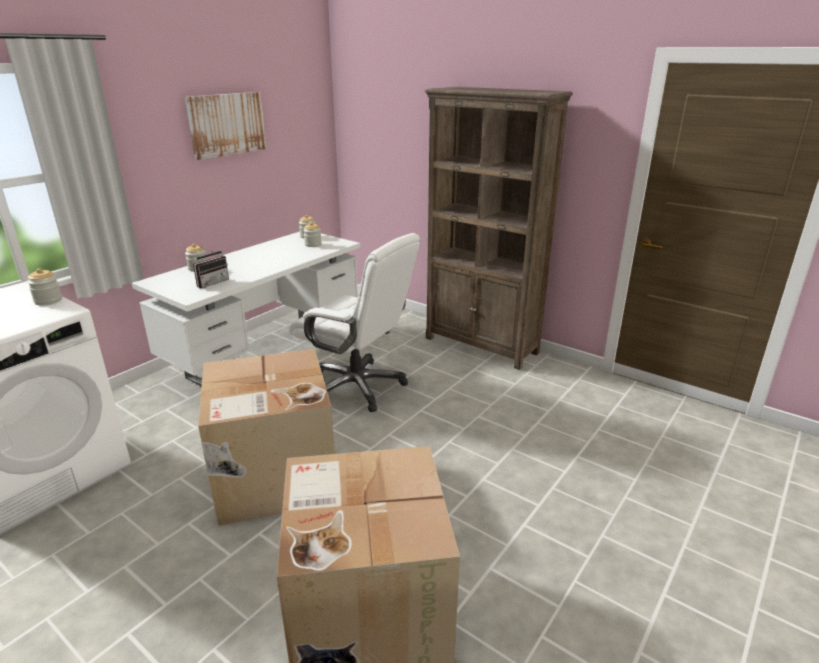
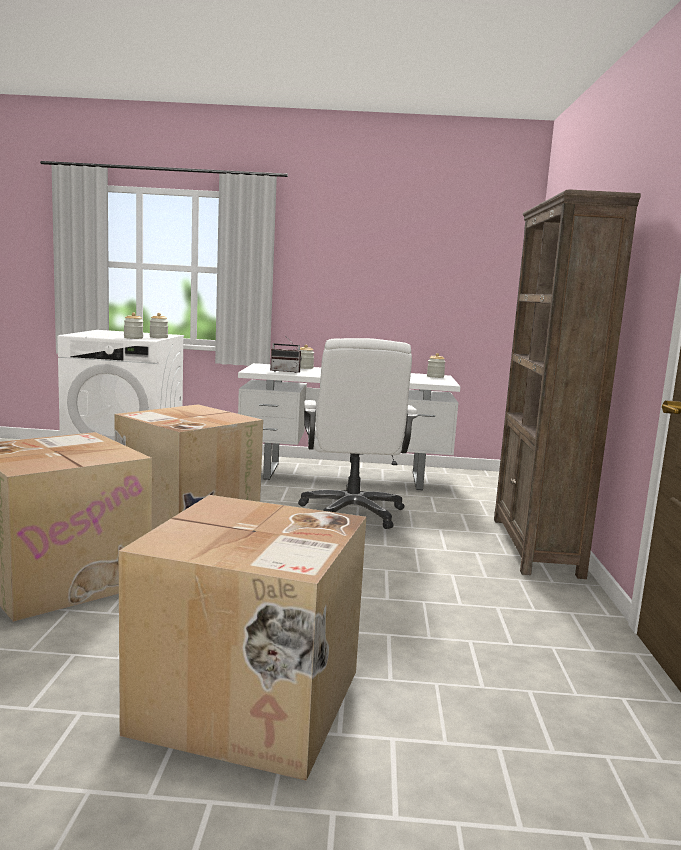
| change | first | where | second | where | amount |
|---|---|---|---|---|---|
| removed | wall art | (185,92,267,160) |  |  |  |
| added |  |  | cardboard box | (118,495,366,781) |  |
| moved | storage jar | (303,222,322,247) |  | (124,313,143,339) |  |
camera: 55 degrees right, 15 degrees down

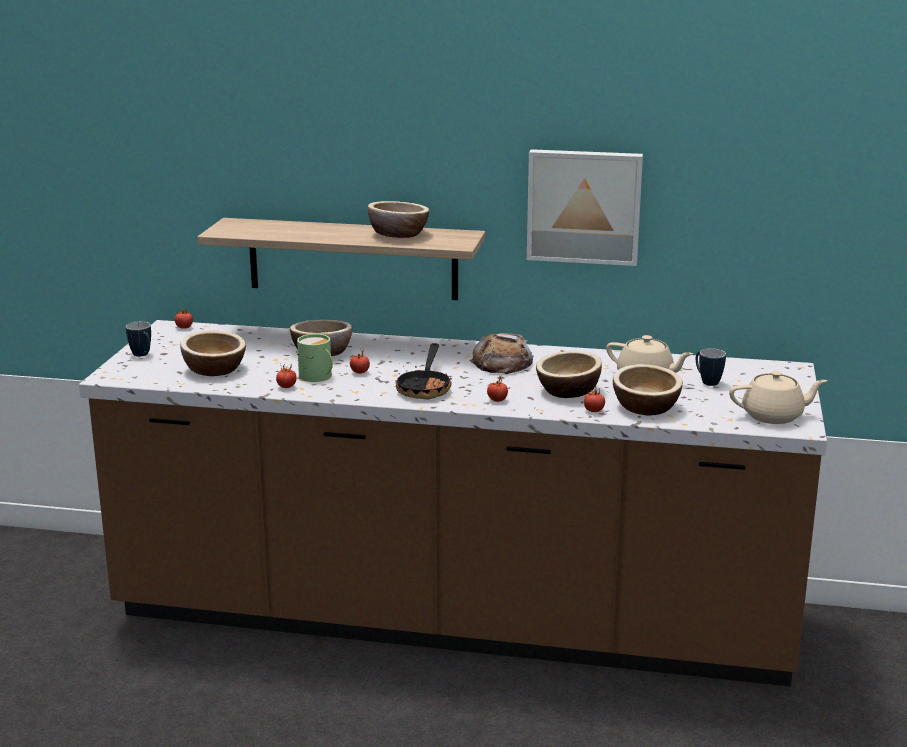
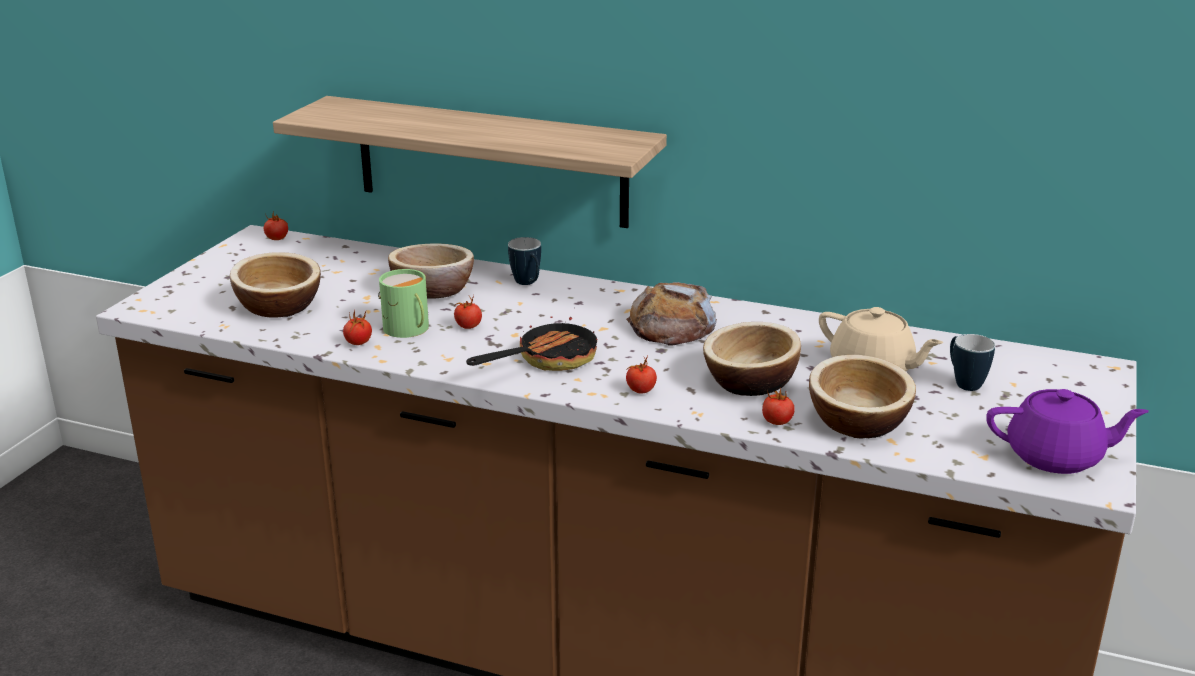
| change | first | where | second | where | amount |
|---|---|---|---|---|---|
| removed | deep dish | (368,201,429,238) |  |  |  |
| removed | wall art | (527,149,643,266) |  |  |  |
| moved | mug | (126,321,151,357) |  | (508,237,541,285) |  |
| recoloured | beige tea pot | (729,371,827,424) | purple-coloured tea pot | (986,389,1149,474) |  |
| turned | frying pan | (395,343,452,399) |  | (466,308,598,371) | 150 degrees counterclockwise |
camera: 10 degrees right, 5 degrees up

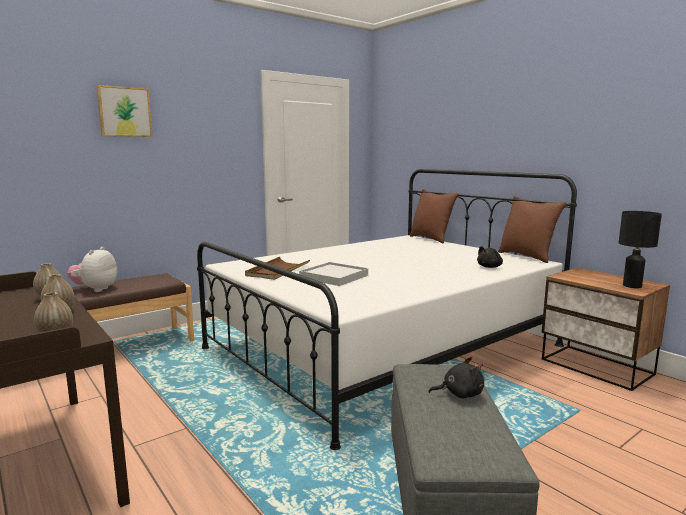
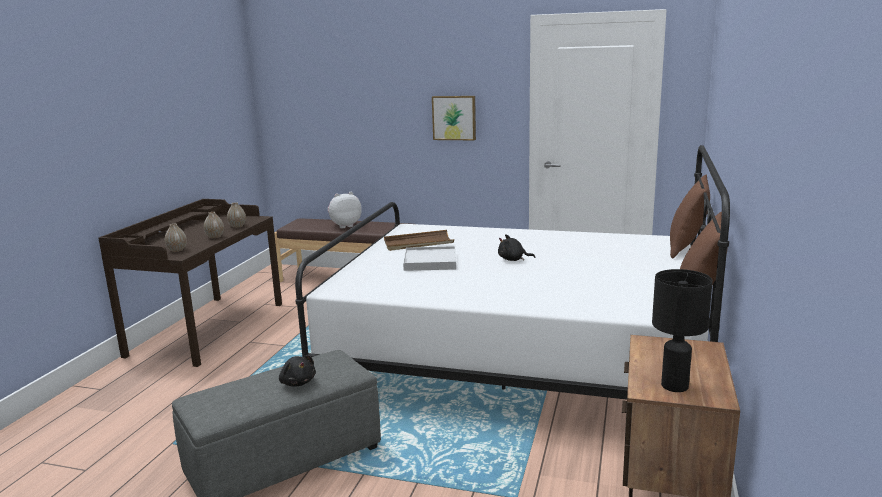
| change | first | where | second | where | amount |
|---|---|---|---|---|---|
| moved | wall art | (97,85,153,137) |  | (432,96,476,140) |  |
| moved | blackish soft toy | (477,246,503,268) |  | (498,234,536,261) |  |
camera: 55 degrees right, 5 degrees up

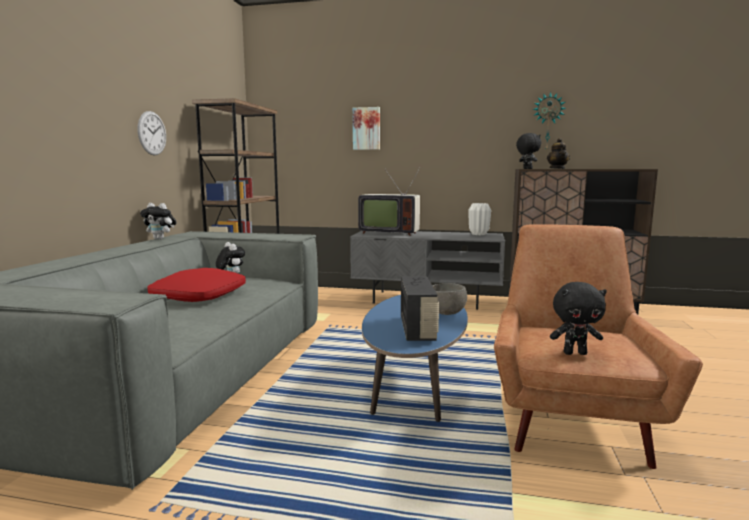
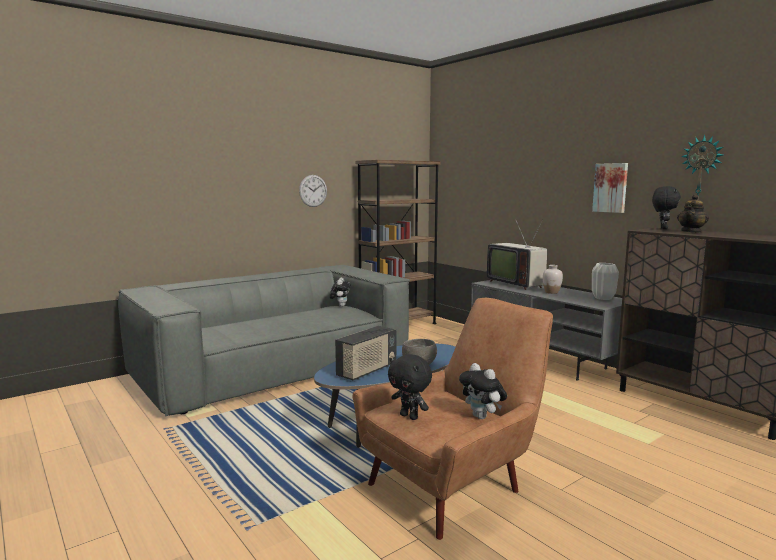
| change | first | where | second | where | amount |
|---|---|---|---|---|---|
| removed | red-coloured cushion | (147,268,246,302) |  |  |  |
| added |  |  | white decorative vase | (543,265,563,294) |  |
| moved | soft toy | (140,203,176,239) |  | (459,363,507,419) |  |
| moved | wall art | (353,107,380,150) |  | (592,163,628,213) |  |
camera: 40 degrees right, 0 degrees up

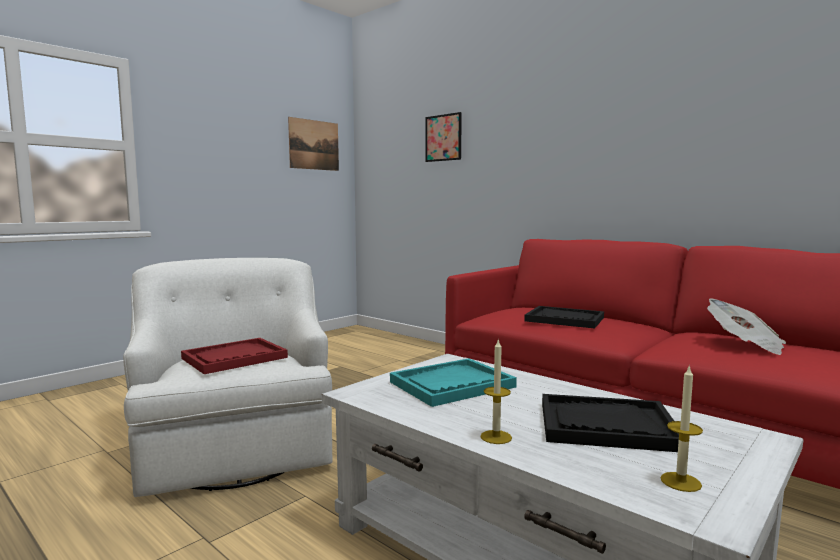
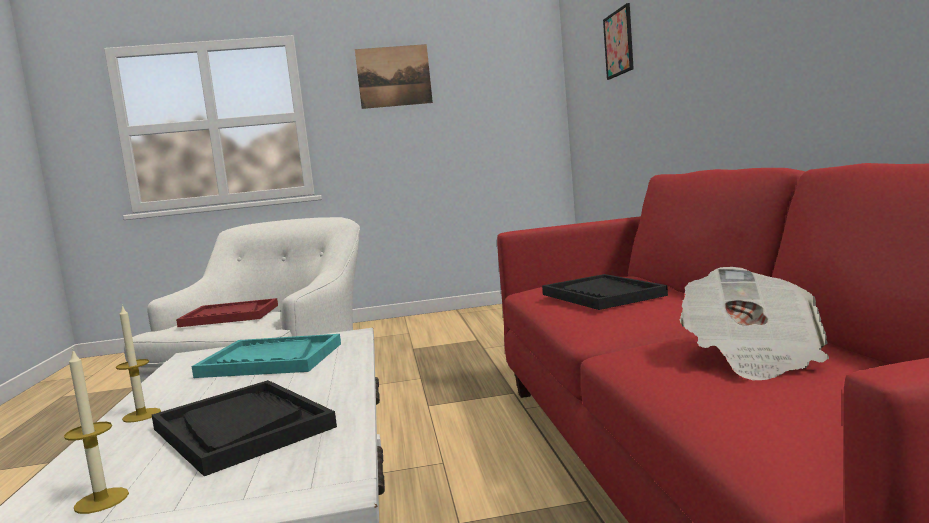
| change | first | where | second | where | amount |
|---|---|---|---|---|---|
| moved | wall art | (288,117,339,171) |  | (355,44,433,109) |  |
camera: 40 degrees right, 0 degrees up

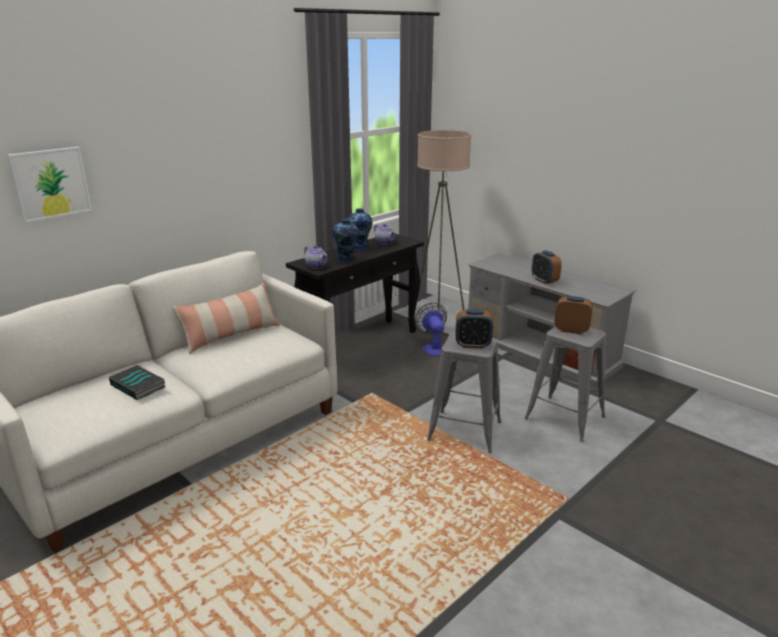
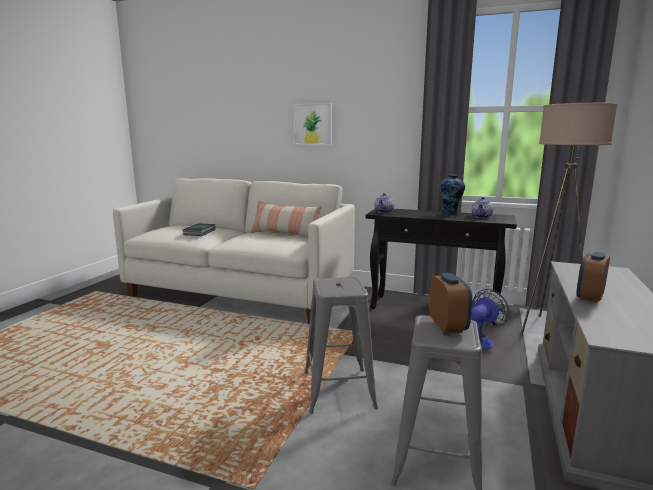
| change | first | where | second | where | amount |
|---|---|---|---|---|---|
| removed | decorative vase | (332,219,359,263) |  |  |  |
| removed | table clock | (456,309,493,349) |  |  |  |
| moved | wall art | (7,147,92,223) |  | (294,103,332,145) |  |
camera: 65 degrees right, 10 degrees down

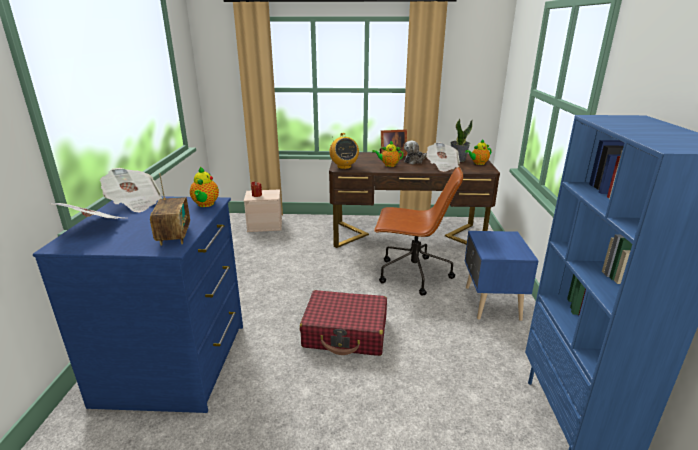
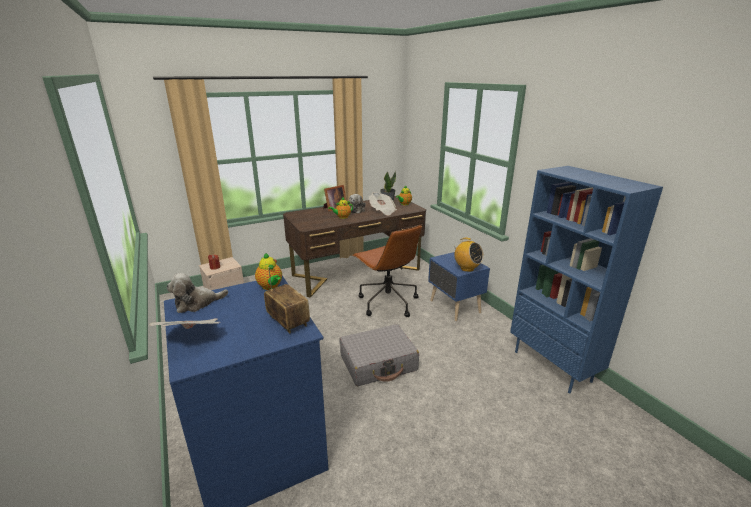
| change | first | where | second | where | amount |
|---|---|---|---|---|---|
| moved | radio | (330,133,359,169) |  | (454,238,484,272) |  |
| replaced | printed paper | (100,168,162,212) | soft toy | (167,273,228,313) |  |
| recoloured | red-coloured travel case | (300,290,387,356) | grey travel case | (339,324,419,386) |  |
| turned | brown computer chair | (374,167,463,296) |  | (352,225,422,317) | 75 degrees clockwise |
camera: 30 degrees left, 0 degrees up

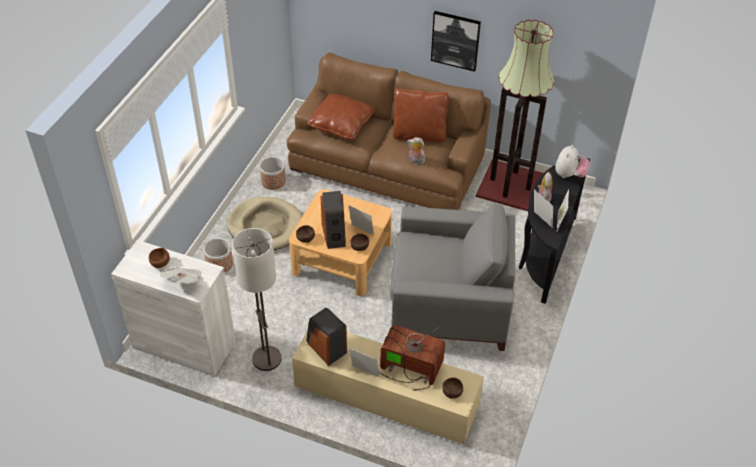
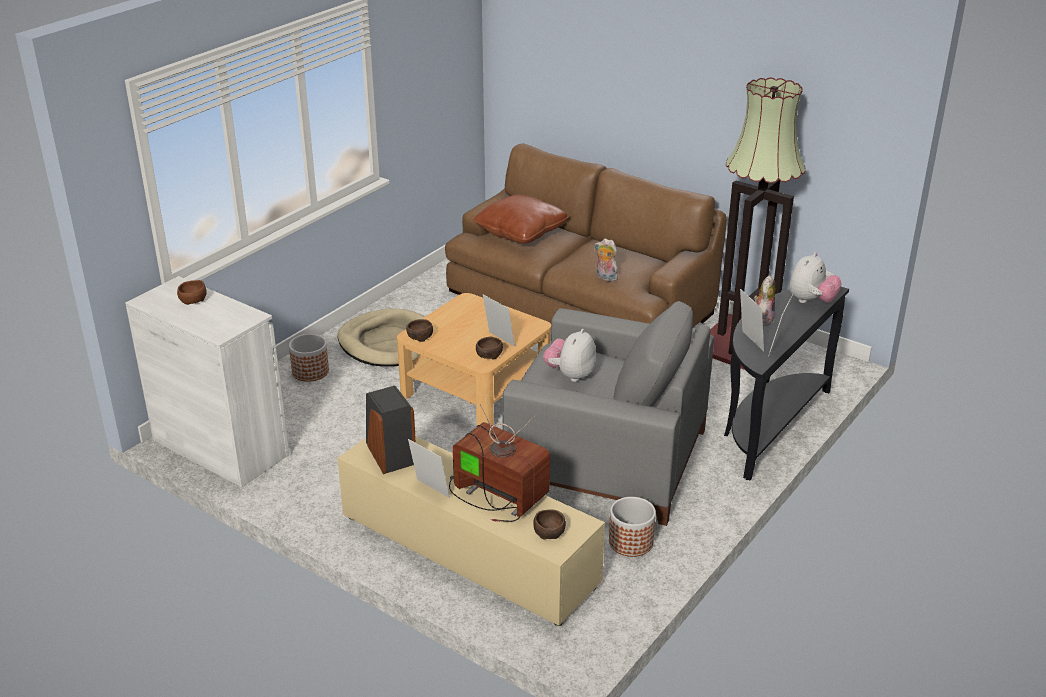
| change | first | where | second | where | amount |
|---|---|---|---|---|---|
| removed | printed paper | (160,267,201,284) |  |  |  |
| removed | standard lamp | (232,228,282,371) |  |  |  |
| removed | loudspeaker | (320,191,346,249) |  |  |  |
| removed | brown cushion | (393,89,449,142) |  |  |  |
| removed | wall art | (431,11,481,72) |  |  |  |
| added |  |  | soft toy | (543,329,596,382) |  |
| moved | plant pot | (260,157,286,190) |  | (609,497,656,557) |  |
camera: 15 degrees right, 15 degrees down

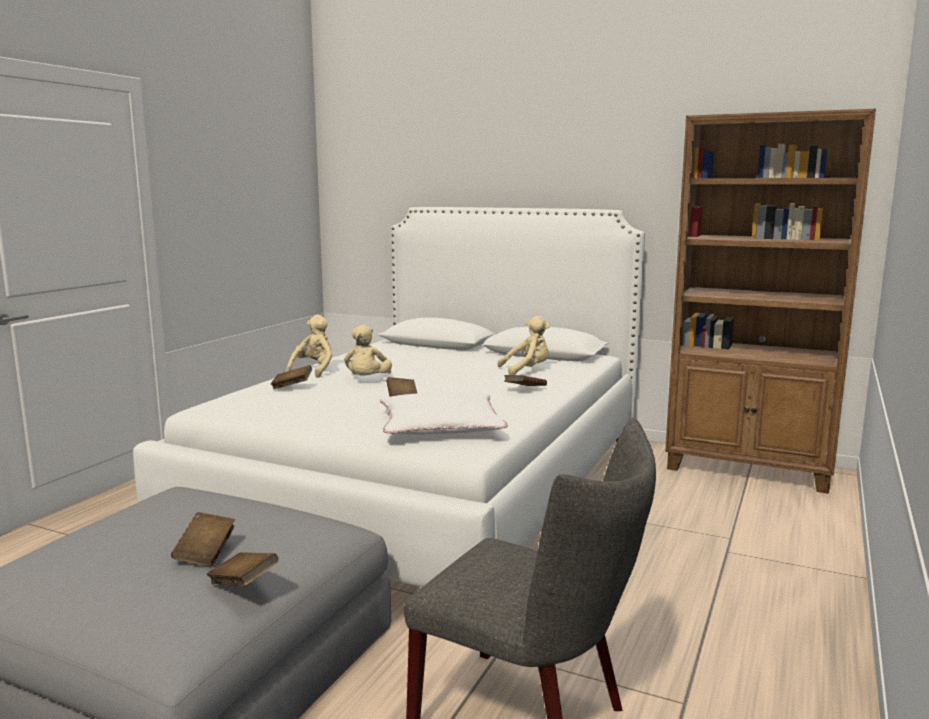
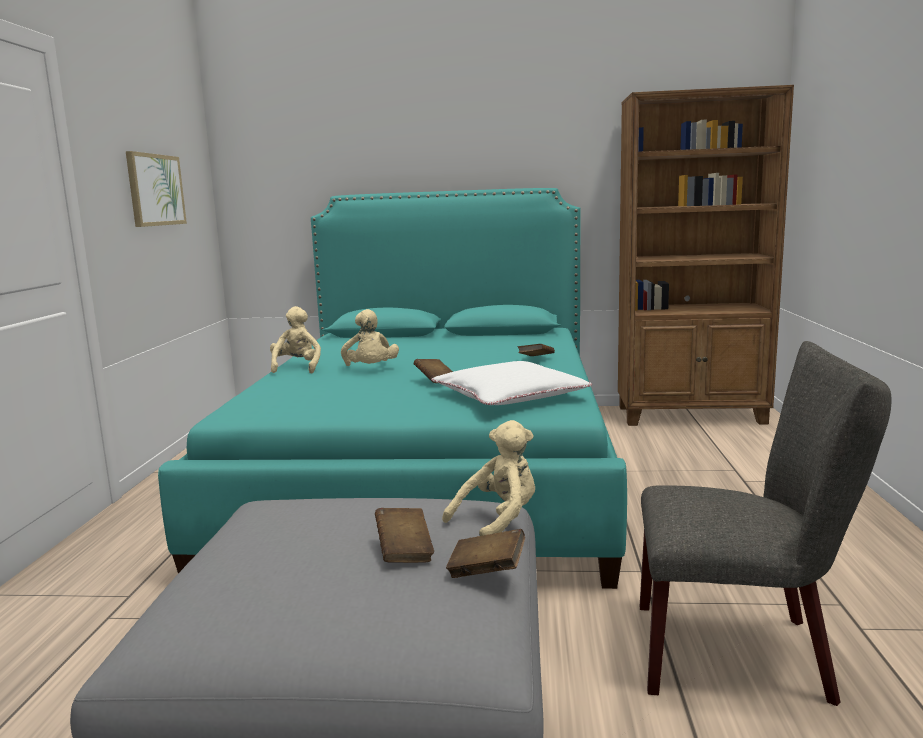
| change | first | where | second | where | amount |
|---|---|---|---|---|---|
| removed | brown bound book | (271,365,312,389) |  |  |  |
| added |  |  | wall art | (126,151,187,227) |  |
| moved | beige soft toy | (497,316,550,375) |  | (442,420,535,536) |  |
| recoloured | white bed | (133,207,645,587) | turquoise-coloured bed | (158,188,627,589) |  |
camera: 20 degrees left, 0 degrees up

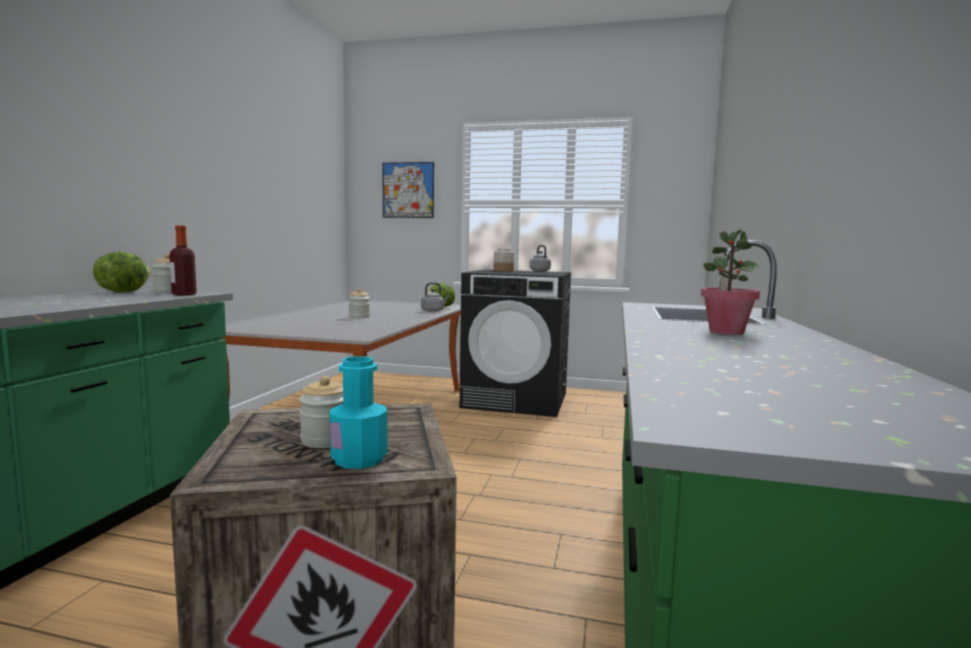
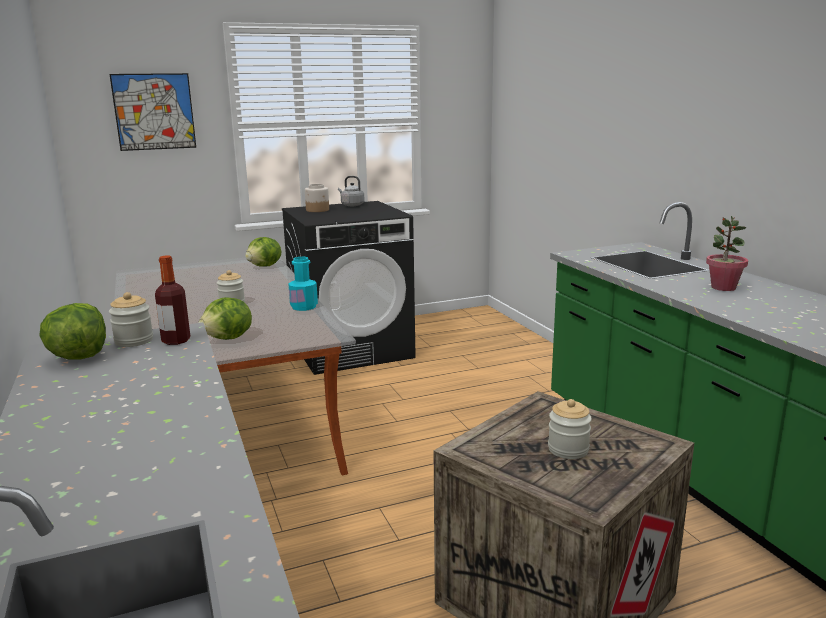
| change | first | where | second | where | amount |
|---|---|---|---|---|---|
| removed | grey tea kettle | (421,282,450,312) |  |  |  |
| added |  |  | head of lettuce | (198,297,252,340) |  |
| moved | turquoise-coloured beverage bottle | (330,356,387,469) |  | (288,257,318,311) |  |
camera: 35 degrees left, 10 degrees up

